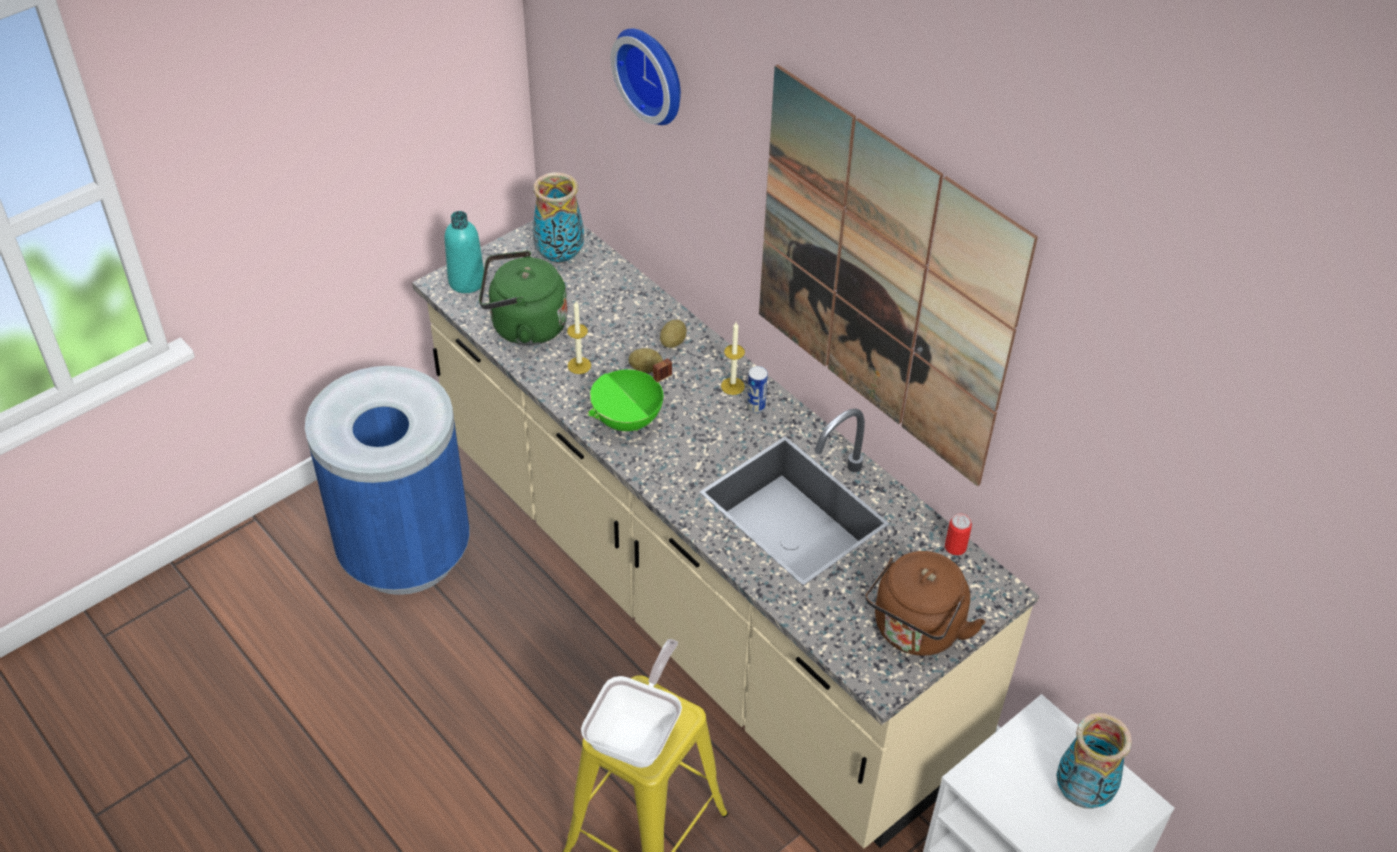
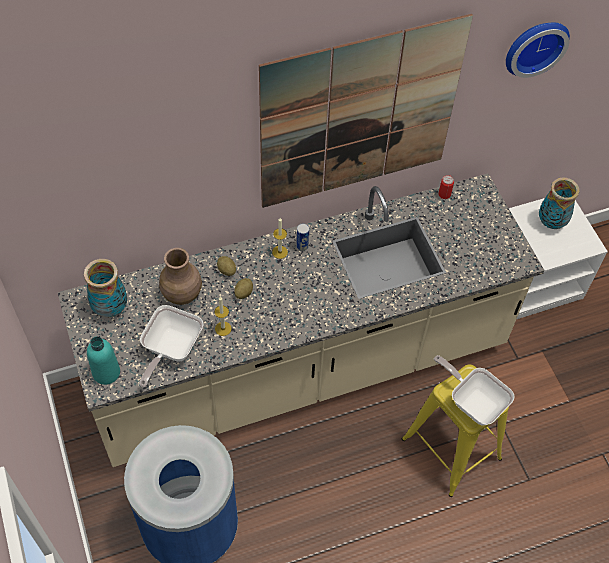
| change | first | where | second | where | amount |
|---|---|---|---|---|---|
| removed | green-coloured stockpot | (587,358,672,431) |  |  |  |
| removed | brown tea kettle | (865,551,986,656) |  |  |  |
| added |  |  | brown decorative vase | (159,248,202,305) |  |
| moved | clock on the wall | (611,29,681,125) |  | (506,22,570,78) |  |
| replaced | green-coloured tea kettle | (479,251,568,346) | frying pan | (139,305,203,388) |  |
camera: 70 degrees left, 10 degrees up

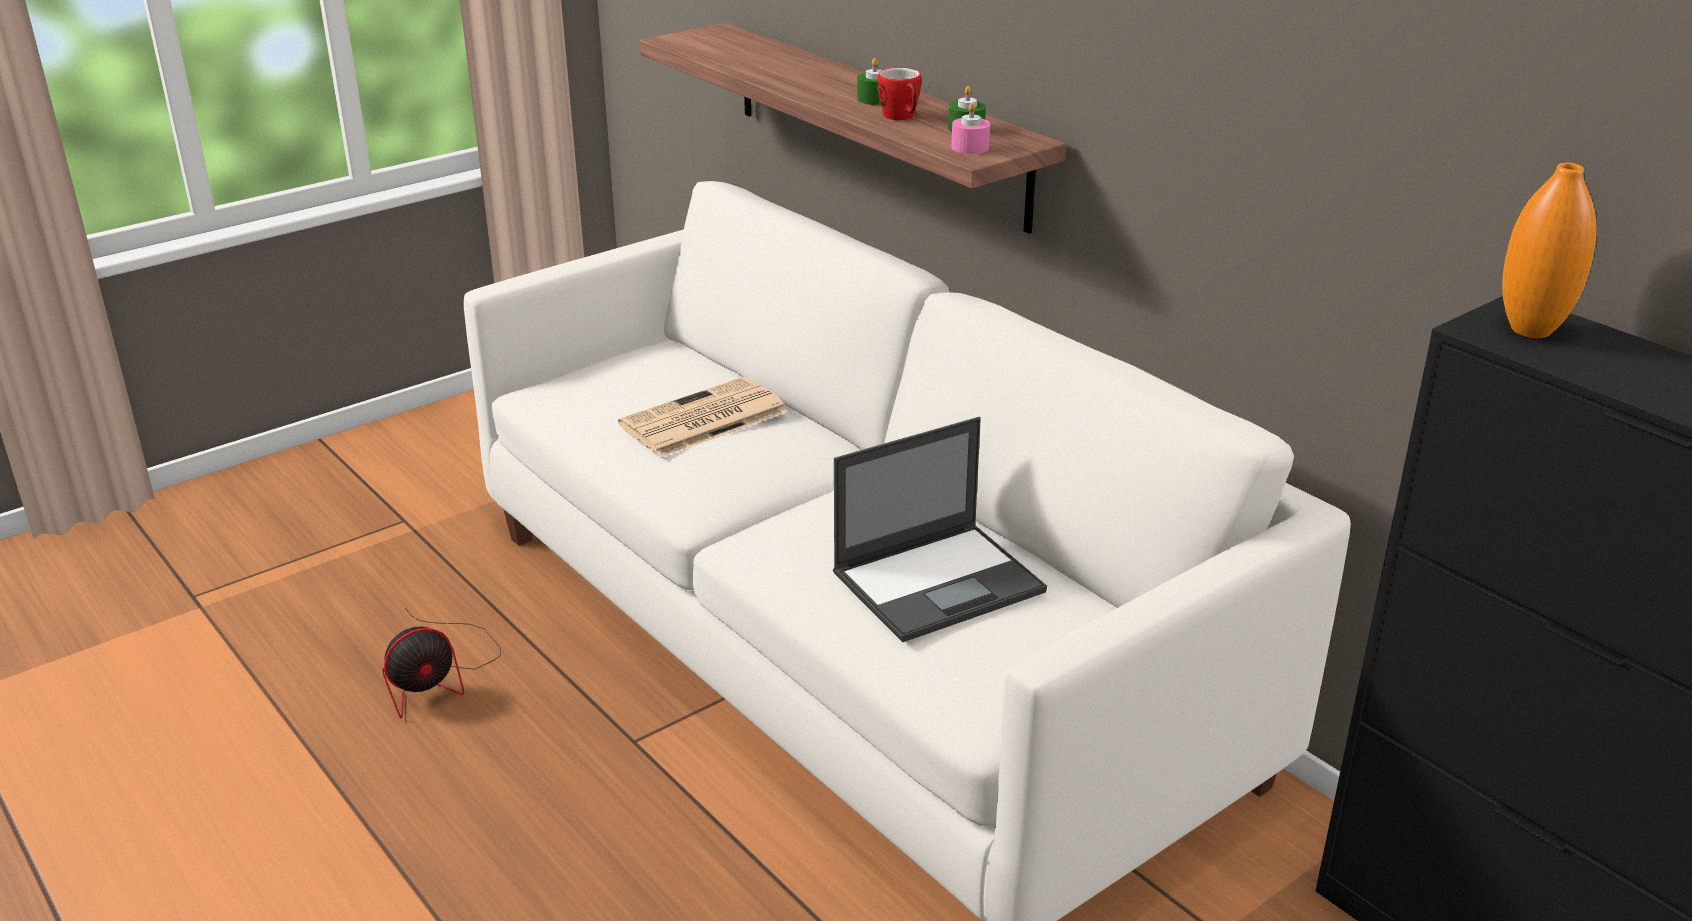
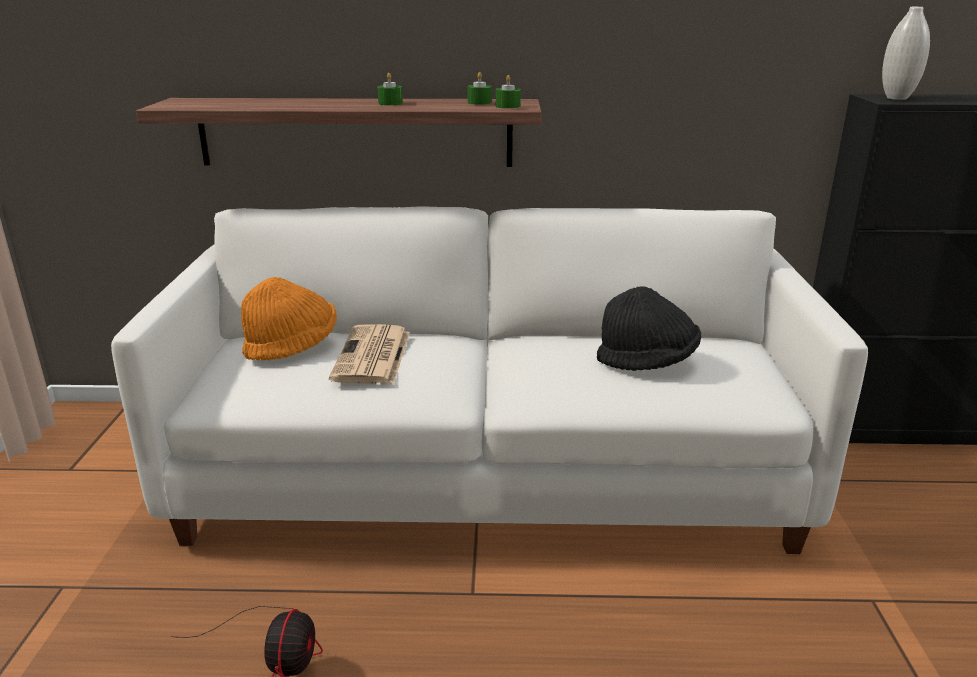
| change | first | where | second | where | amount |
|---|---|---|---|---|---|
| removed | mug | (878,68,921,121) |  |  |  |
| added |  |  | orangey clothing hat | (241,277,337,360) |  |
| replaced | laptop | (833,417,1047,642) | blackish clothing hat | (597,286,701,371) |  |
| recoloured | pinkish wax candle | (951,103,990,154) | green-coloured wax candle | (496,75,521,109) |  |
| recoloured | orangey decorative vase | (1502,163,1597,338) | white decorative vase | (882,7,930,100) |  |
camera: 50 degrees left, 5 degrees down

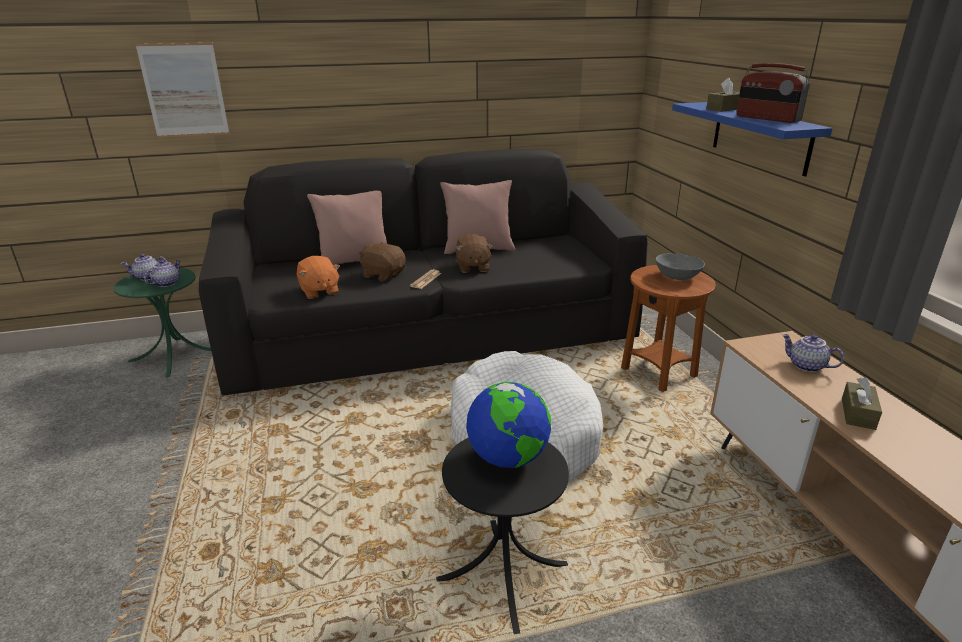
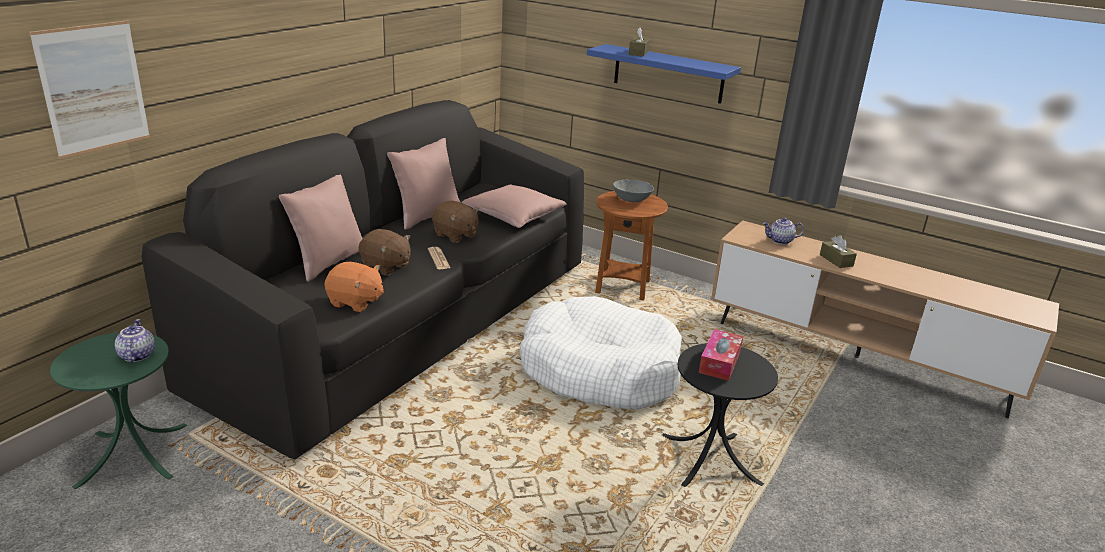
| change | first | where | second | where | amount |
|---|---|---|---|---|---|
| removed | tea pot | (121,254,168,281) |  |  |  |
| removed | radio | (736,63,810,123) |  |  |  |
| added |  |  | pinkish cushion | (461,185,566,228) |  |
| replaced | desk globe | (466,382,551,468) | tissue holder | (699,329,743,381) |  |
| turned | brown soft toy | (359,242,406,282) |  | (359,229,411,275) | 135 degrees counterclockwise |
camera: 45 degrees left, 0 degrees up

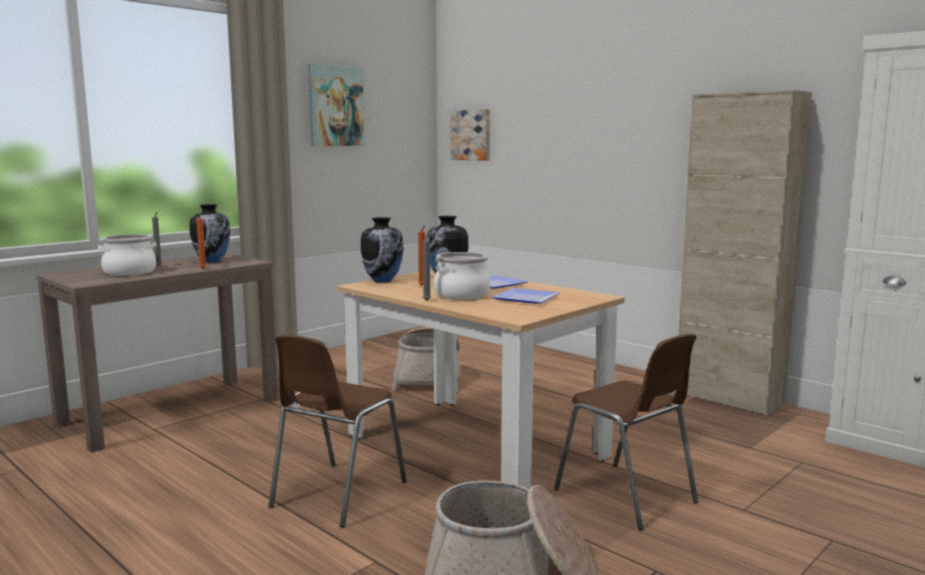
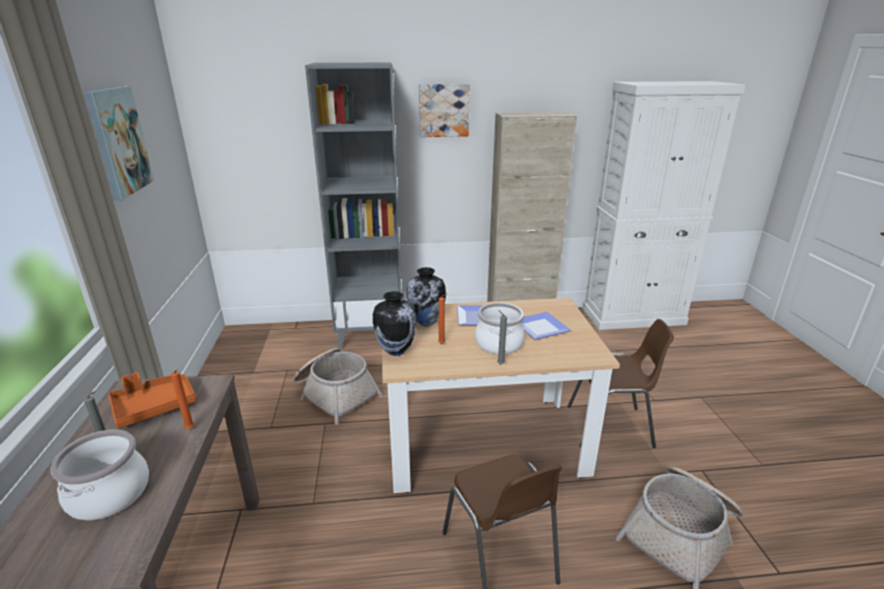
| change | first | where | second | where | amount |
|---|---|---|---|---|---|
| added |  |  | grey shelving unit | (305,63,402,349) |  |
| moved | wall art | (450,109,490,161) |  | (419,84,470,137) |  |
| replaced | decorative vase | (190,204,230,263) | orangey tray | (109,372,197,428) |  |
camera: 50 degrees left, 15 degrees up

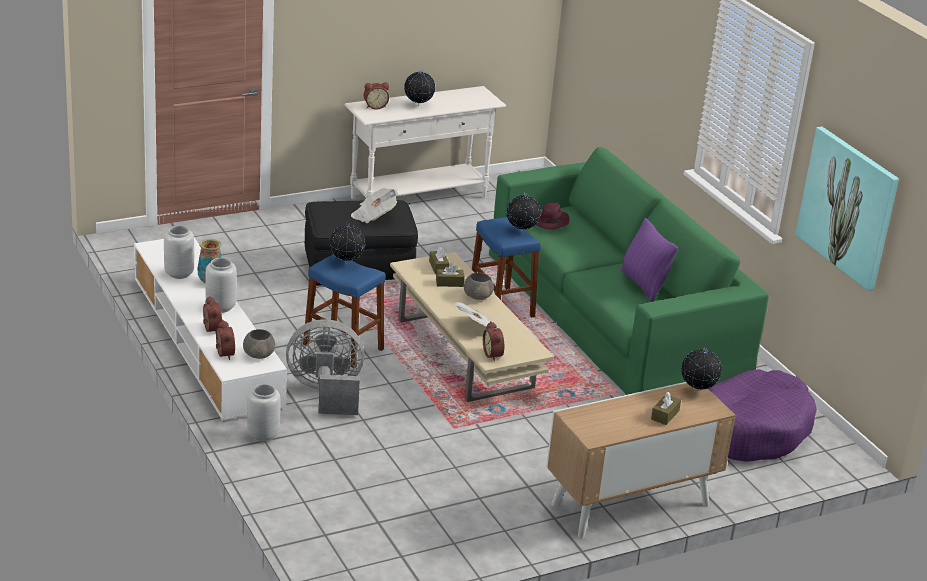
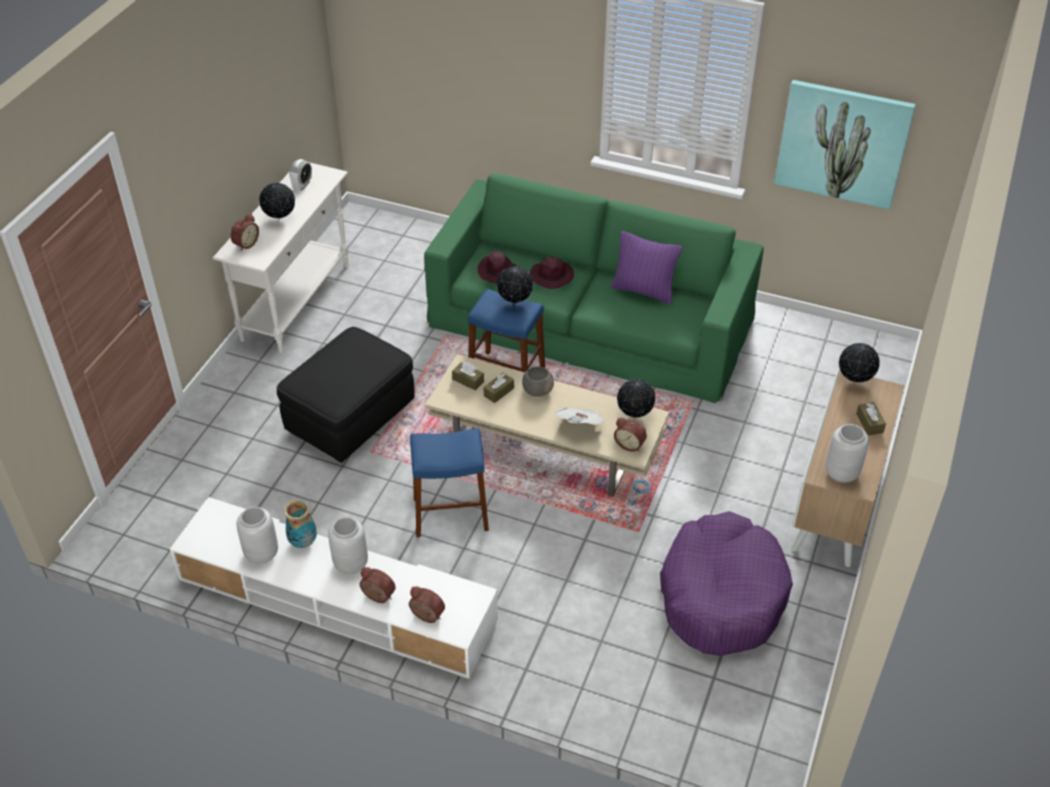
| change | first | where | second | where | amount |
|---|---|---|---|---|---|
| removed | grey deep dish | (243,329,275,359) |  |  |  |
| removed | grey electric fan | (286,319,364,415) |  |  |  |
| removed | printed paper | (351,188,398,223) |  |  |  |
| added |  |  | table clock | (290,159,312,190) |  |
| added |  |  | purple-coloured clothing hat | (530,257,574,289) |  |
| moved | grey decorative vase | (247,384,281,442) |  | (826,424,869,483) |  |
| moved | desk globe | (329,223,366,264) |  | (617,379,655,418) |  |
| moved | purple-coloured dog cushion | (708,369,817,462) |  | (660,511,793,656) |  |
camera: 40 degrees left, 15 degrees up

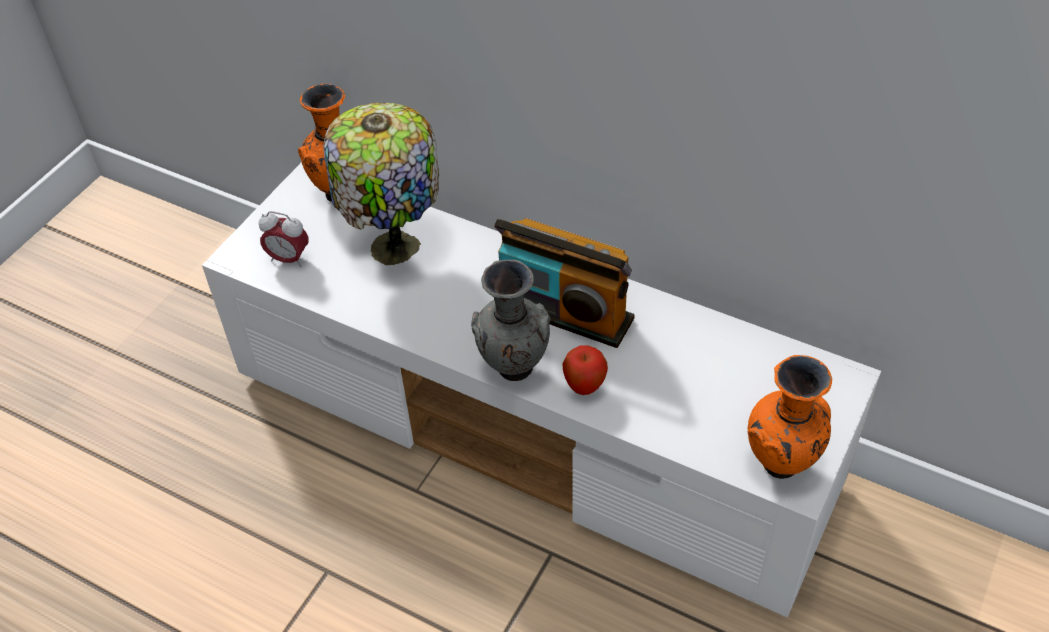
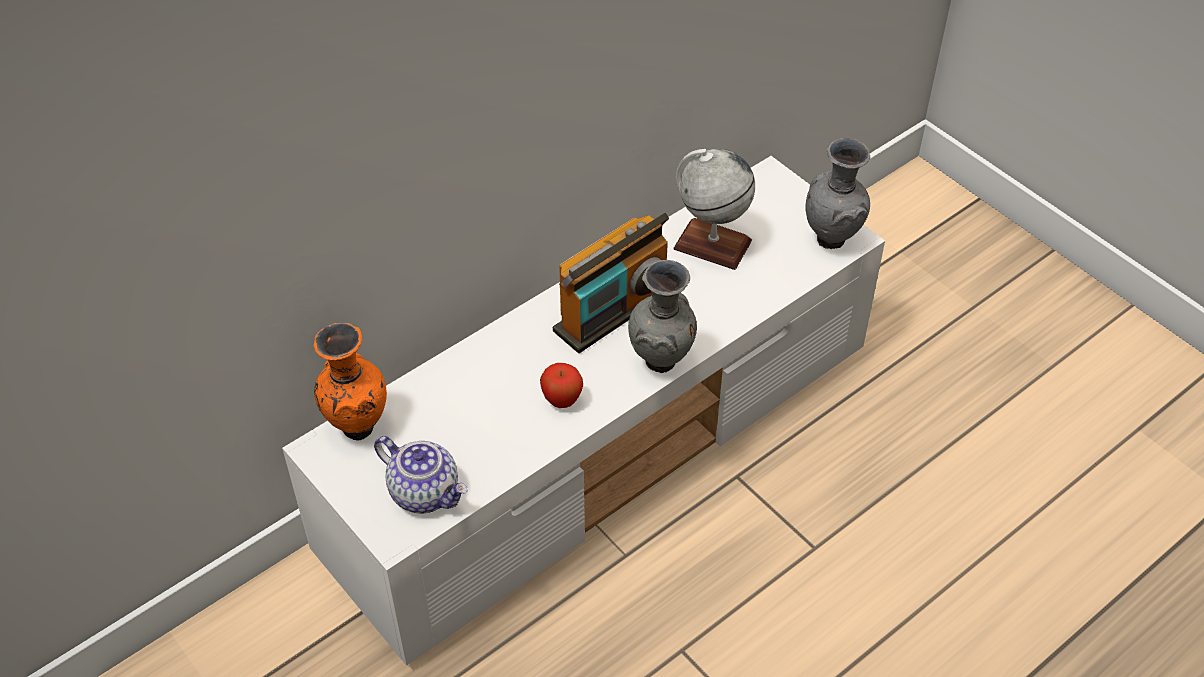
| change | first | where | second | where | amount |
|---|---|---|---|---|---|
| removed | lamp for a table | (323,103,439,265) |  |  |  |
| added |  |  | desk globe | (673,149,755,270) |  |
| moved | apple fruit | (562,346,608,395) |  | (540,363,583,408) |  |
| replaced | table clock | (259,211,309,267) | tea pot | (374,436,468,514) |  |
| recoloured | orangey decorative vase | (748,355,832,479) | grey decorative vase | (805,138,870,249) |  |
camera: 70 degrees left, 0 degrees up

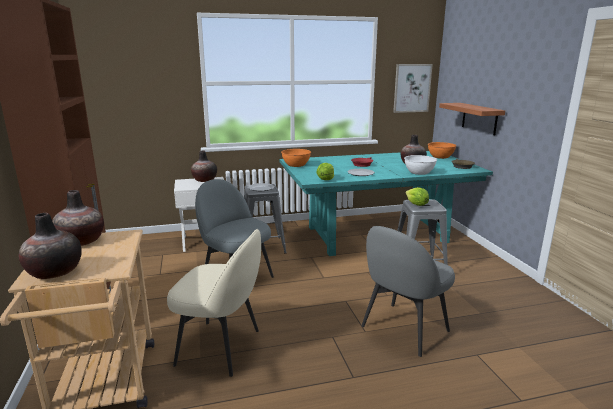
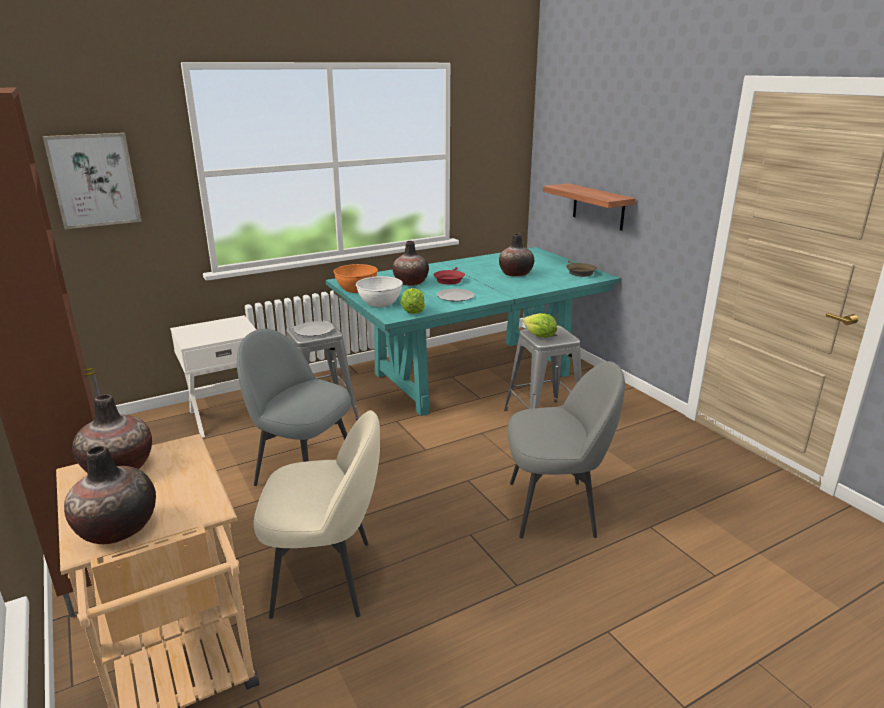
| change | first | where | second | where | amount |
|---|---|---|---|---|---|
| removed | orangey deep dish | (428,142,456,159) |  |  |  |
| moved | decorative vase | (191,151,217,182) |  | (393,241,429,286) |  |
| moved | wall art | (393,64,433,113) |  | (43,133,142,229) |  |
| moved | white deep dish | (404,155,437,175) |  | (356,276,403,307) |  |
| turned | grey plain chair | (361,226,455,357) |  | (508,361,625,538) | 120 degrees counterclockwise |
camera: 15 degrees left, 5 degrees up

